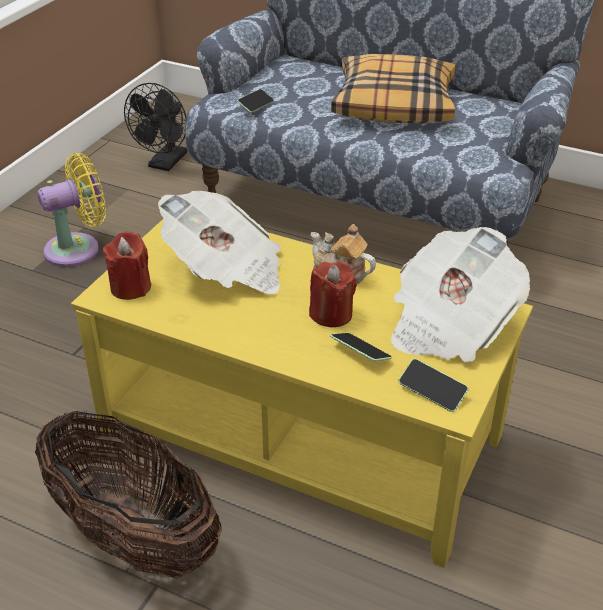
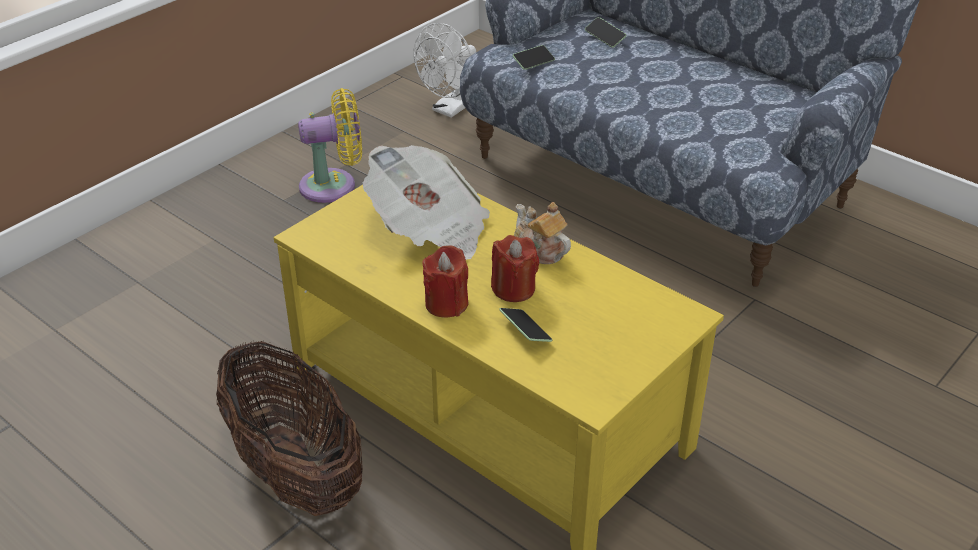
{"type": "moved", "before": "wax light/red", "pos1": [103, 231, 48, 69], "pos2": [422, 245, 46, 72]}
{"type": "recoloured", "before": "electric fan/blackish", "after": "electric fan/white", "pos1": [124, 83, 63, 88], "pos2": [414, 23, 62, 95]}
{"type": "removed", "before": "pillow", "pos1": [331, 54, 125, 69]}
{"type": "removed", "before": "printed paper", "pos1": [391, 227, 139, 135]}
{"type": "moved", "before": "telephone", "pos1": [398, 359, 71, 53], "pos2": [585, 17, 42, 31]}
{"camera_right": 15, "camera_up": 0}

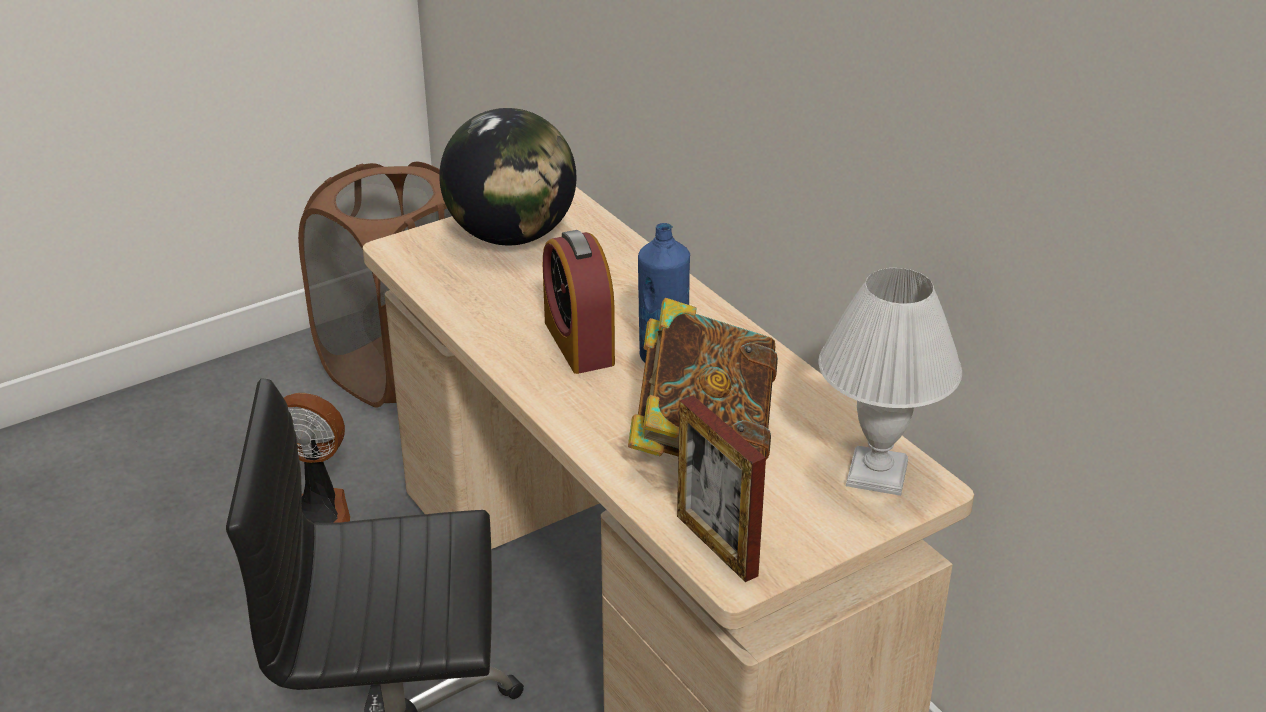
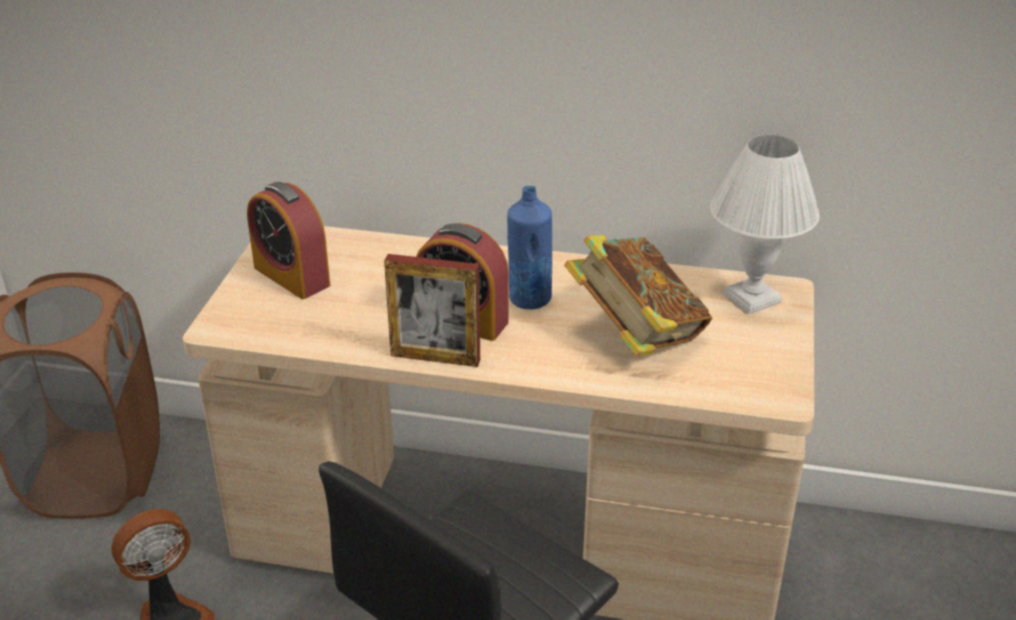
{"type": "replaced", "before": "globe", "after": "alarm clock", "pos1": [439, 108, 137, 137], "pos2": [247, 182, 83, 117]}
{"type": "moved", "before": "standing frame", "pos1": [677, 395, 89, 187], "pos2": [384, 254, 96, 113]}
{"camera_right": -45, "camera_up": 0}

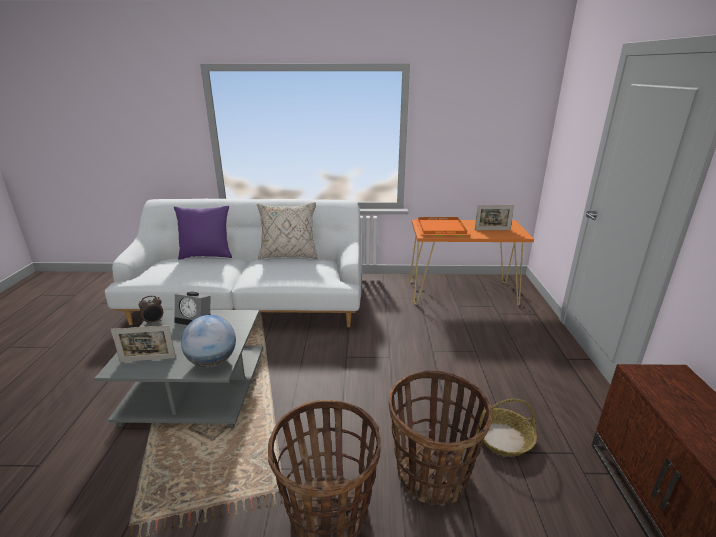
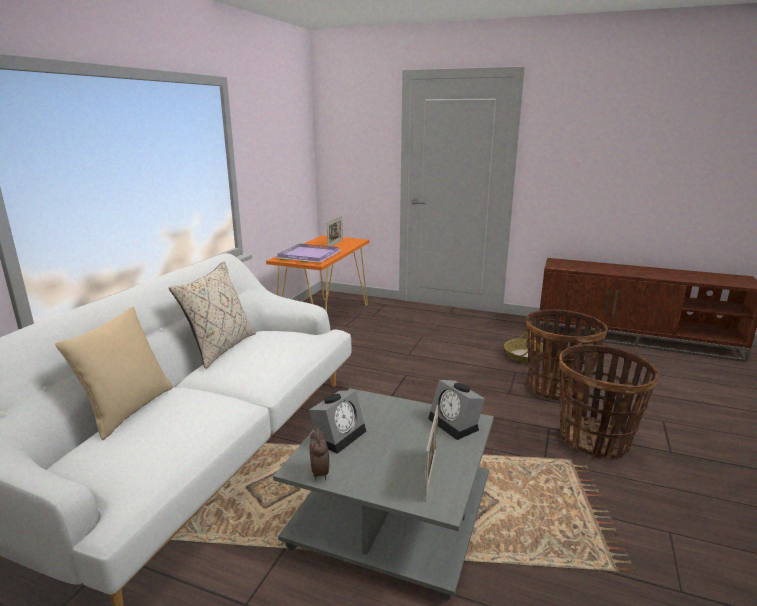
{"type": "recoloured", "before": "pillow/purple", "after": "pillow/beige-coloured", "pos1": [174, 206, 58, 54], "pos2": [55, 306, 118, 134]}
{"type": "replaced", "before": "globe", "after": "alarm clock", "pos1": [181, 315, 55, 53], "pos2": [428, 380, 57, 60]}
{"type": "recoloured", "before": "serving tray/orangey", "after": "serving tray/purple", "pos1": [415, 217, 55, 19], "pos2": [274, 244, 68, 19]}
{"camera_right": -70, "camera_up": -5}

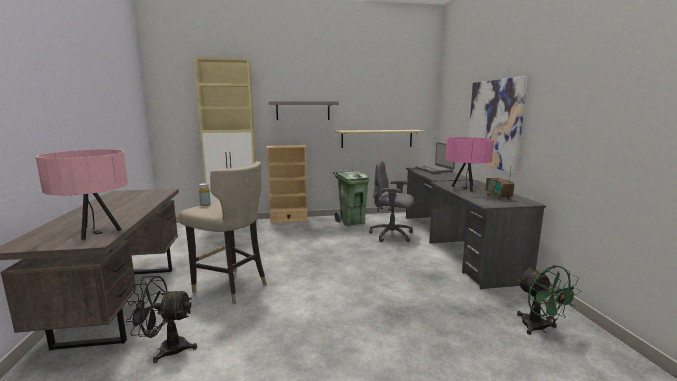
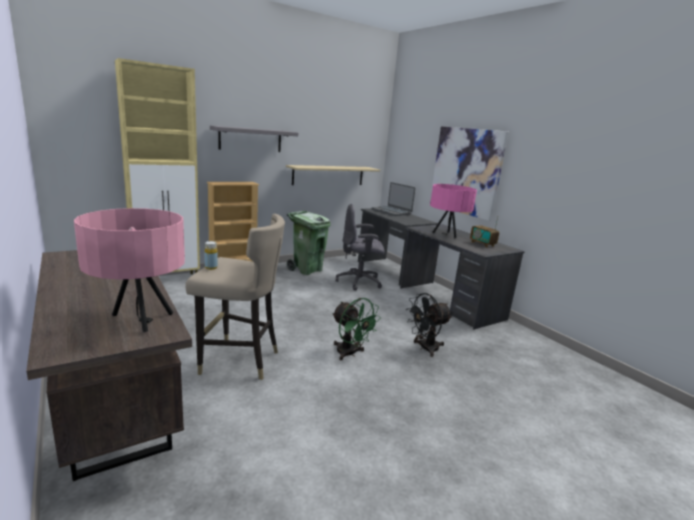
{"type": "moved", "before": "electric fan/blackish", "pos1": [126, 276, 71, 87], "pos2": [407, 293, 45, 64]}
{"type": "moved", "before": "electric fan/greenish", "pos1": [517, 265, 64, 70], "pos2": [332, 298, 49, 62]}
{"camera_right": -25, "camera_up": 5}

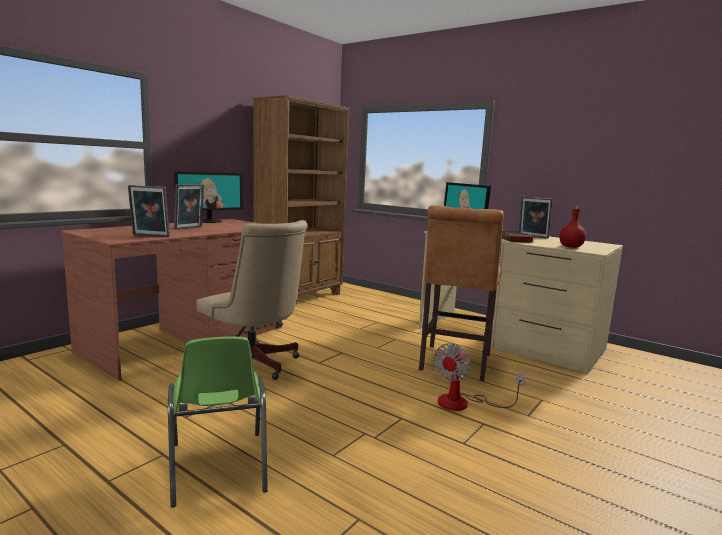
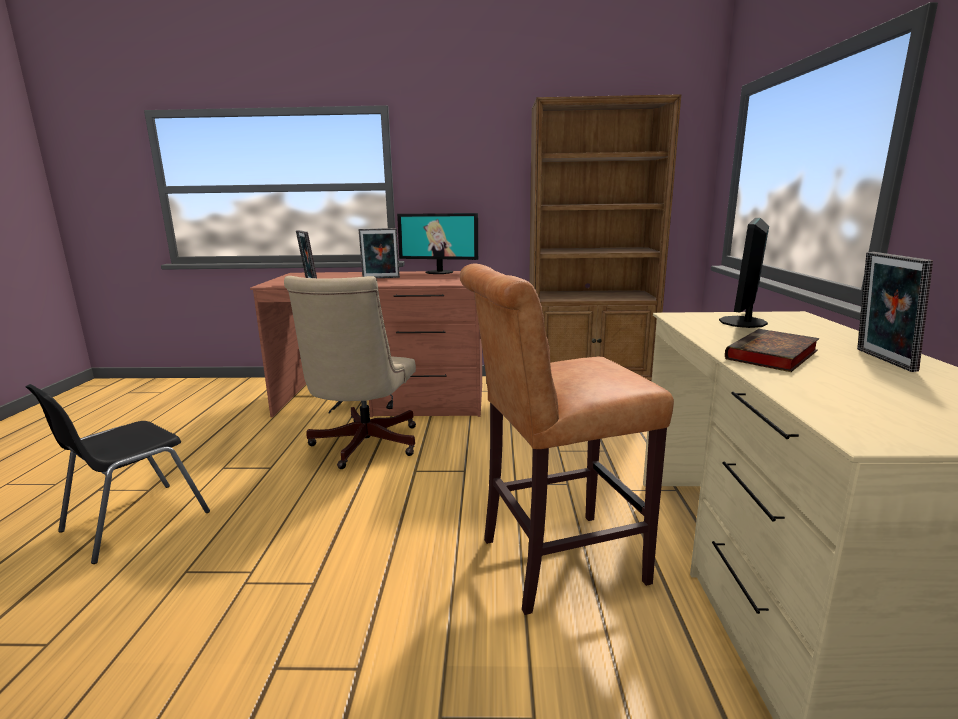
{"type": "recoloured", "before": "upright chair/greenish", "after": "upright chair/blackish", "pos1": [168, 337, 100, 171], "pos2": [25, 384, 185, 180]}
{"type": "removed", "before": "electric fan", "pos1": [434, 343, 91, 68]}
{"type": "removed", "before": "beverage bottle/red", "pos1": [559, 205, 27, 43]}
{"camera_right": 55, "camera_up": 5}

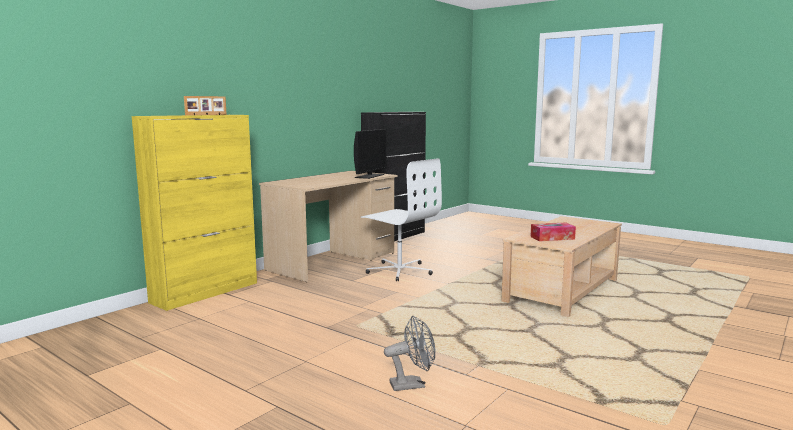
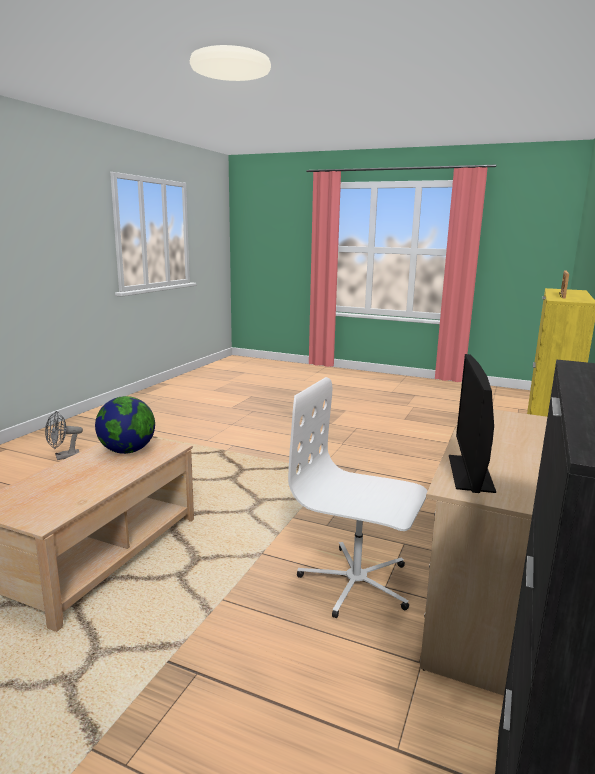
{"type": "moved", "before": "electric fan/gray", "pos1": [384, 316, 51, 75], "pos2": [45, 411, 38, 49]}
{"type": "replaced", "before": "tissue holder", "after": "globe", "pos1": [530, 222, 46, 19], "pos2": [95, 396, 60, 58]}
{"camera_right": 165, "camera_up": 5}

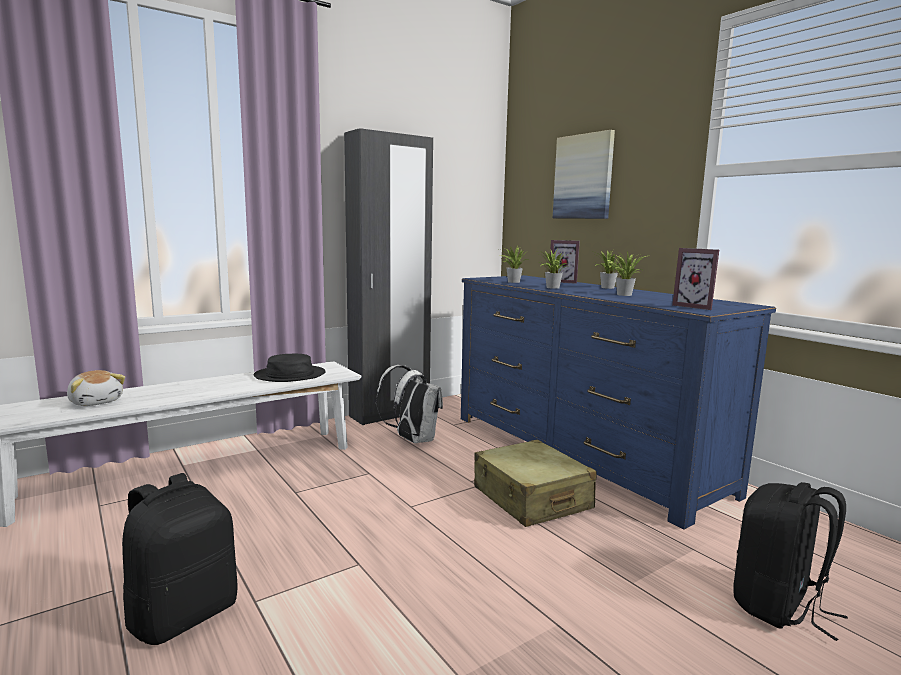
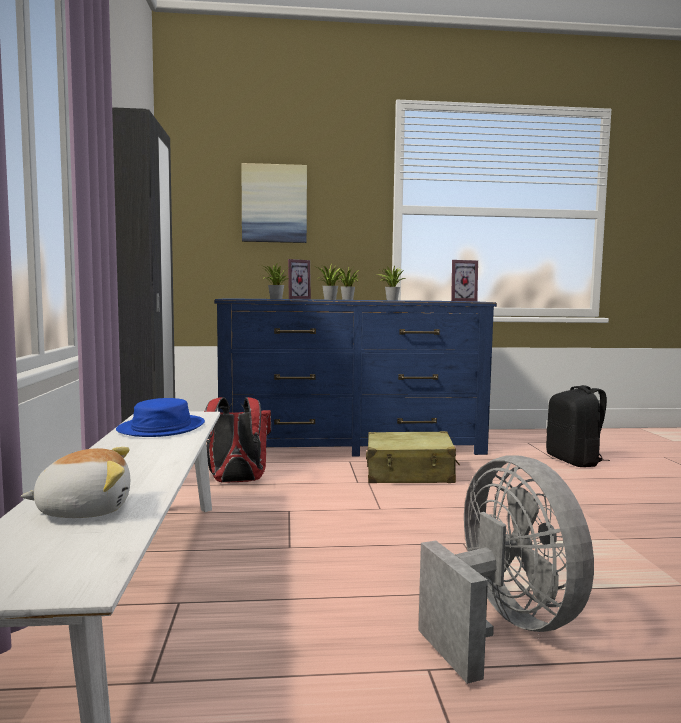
{"type": "replaced", "before": "backpack/blackish", "after": "electric fan/gray", "pos1": [122, 473, 115, 172], "pos2": [418, 455, 176, 229]}
{"type": "recoloured", "before": "hat/blackish", "after": "hat/bluish", "pos1": [254, 354, 72, 28], "pos2": [116, 398, 89, 39]}
{"type": "recoloured", "before": "backpack/white", "after": "backpack/red", "pos1": [376, 365, 67, 78], "pos2": [204, 397, 67, 86]}
{"camera_right": -60, "camera_up": -5}

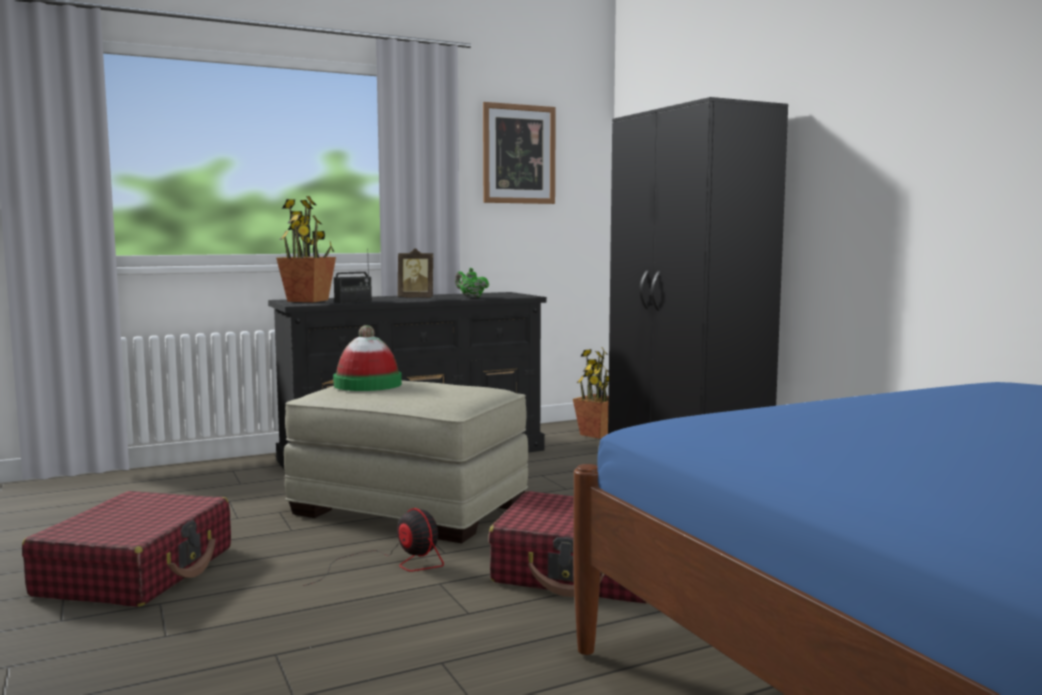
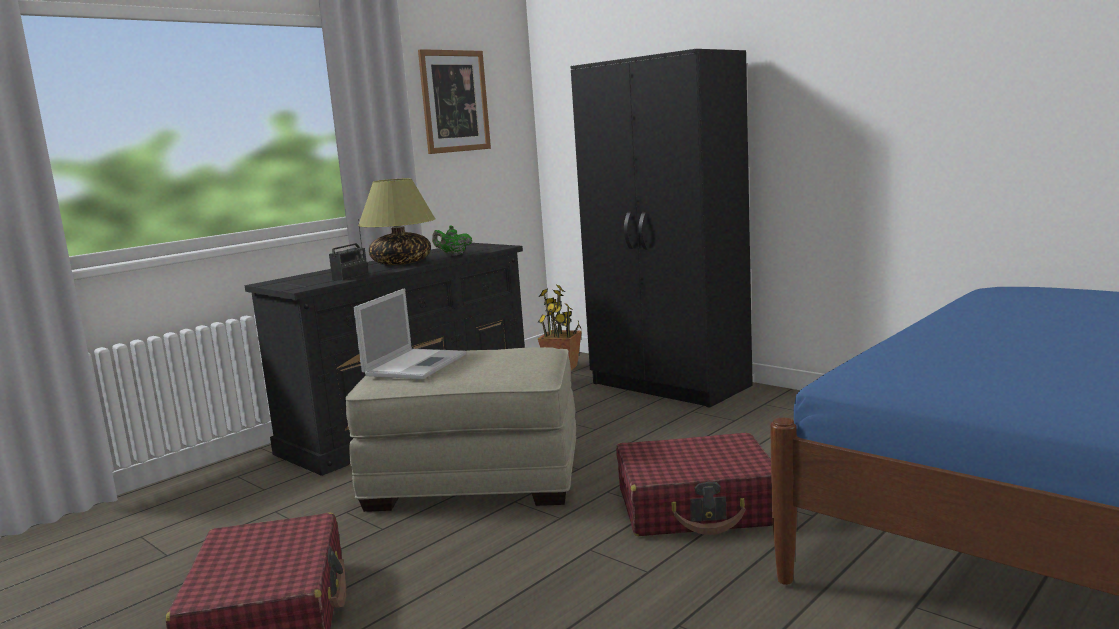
{"type": "removed", "before": "houseplant", "pos1": [276, 196, 60, 106]}
{"type": "removed", "before": "electric fan", "pos1": [303, 508, 141, 78]}
{"type": "replaced", "before": "hat", "after": "notebook computer", "pos1": [333, 325, 69, 66], "pos2": [354, 288, 112, 91]}
{"type": "replaced", "before": "standing frame", "after": "lamp for a table", "pos1": [398, 248, 35, 50], "pos2": [358, 178, 78, 87]}
{"camera_right": -20, "camera_up": 5}

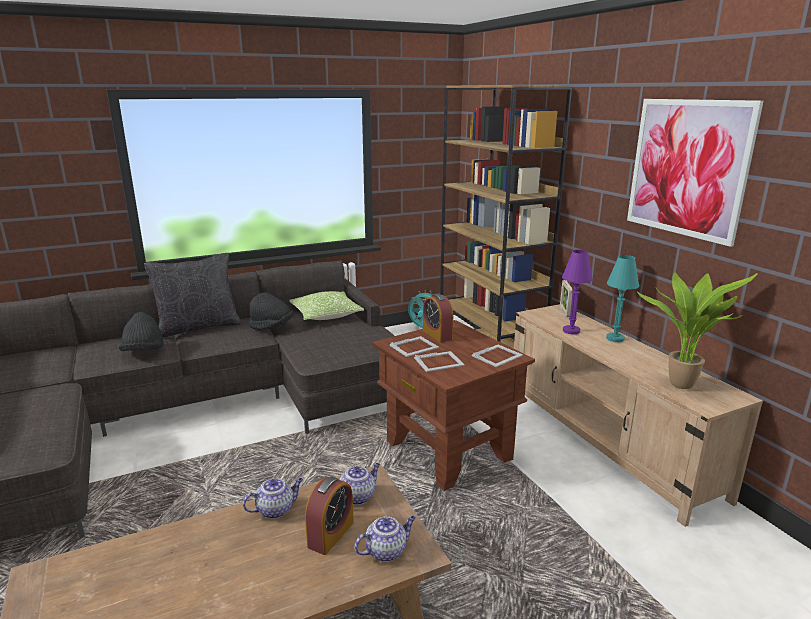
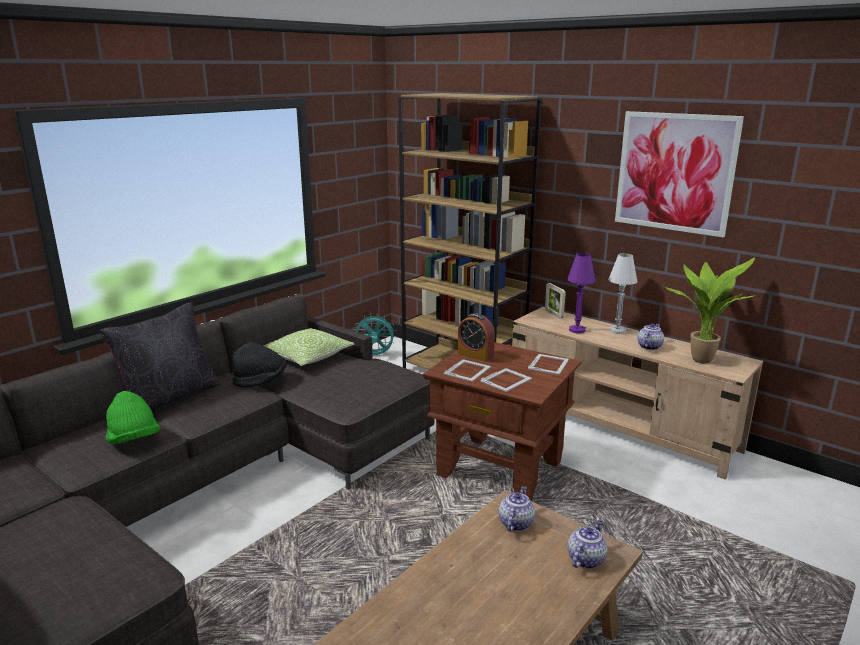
{"type": "recoloured", "before": "hat/blackish", "after": "hat/greenish", "pos1": [119, 312, 45, 39], "pos2": [106, 391, 54, 53]}
{"type": "moved", "before": "teapot", "pos1": [243, 478, 60, 41], "pos2": [637, 324, 27, 26]}
{"type": "removed", "before": "alarm clock", "pos1": [305, 476, 49, 79]}
{"type": "recoloured", "before": "lamp for a table/turquoise-coloured", "after": "lamp for a table/white", "pos1": [606, 255, 33, 87], "pos2": [608, 253, 30, 81]}
{"camera_right": -25, "camera_up": 0}

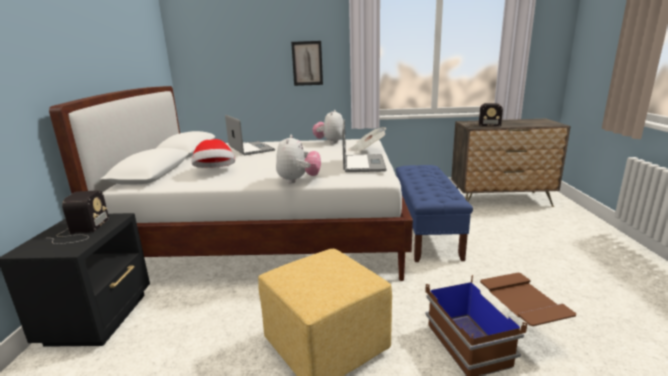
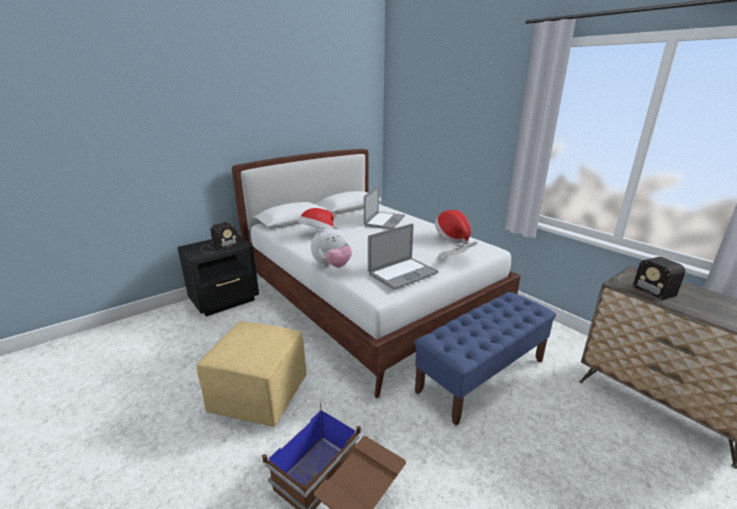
{"type": "removed", "before": "wall picture", "pos1": [291, 41, 32, 45]}
{"type": "replaced", "before": "cuddly toy", "after": "hat", "pos1": [313, 110, 30, 34], "pos2": [435, 210, 36, 34]}
{"camera_right": 50, "camera_up": 5}

